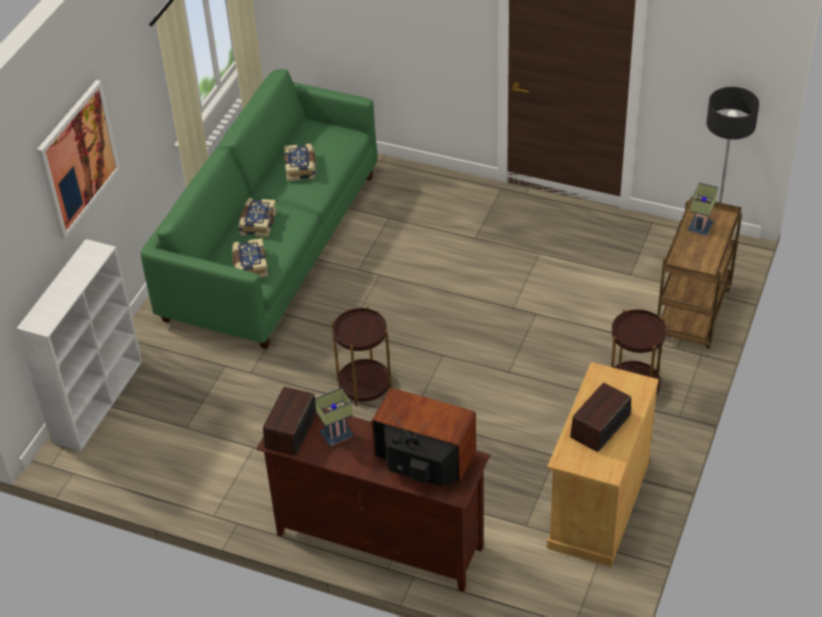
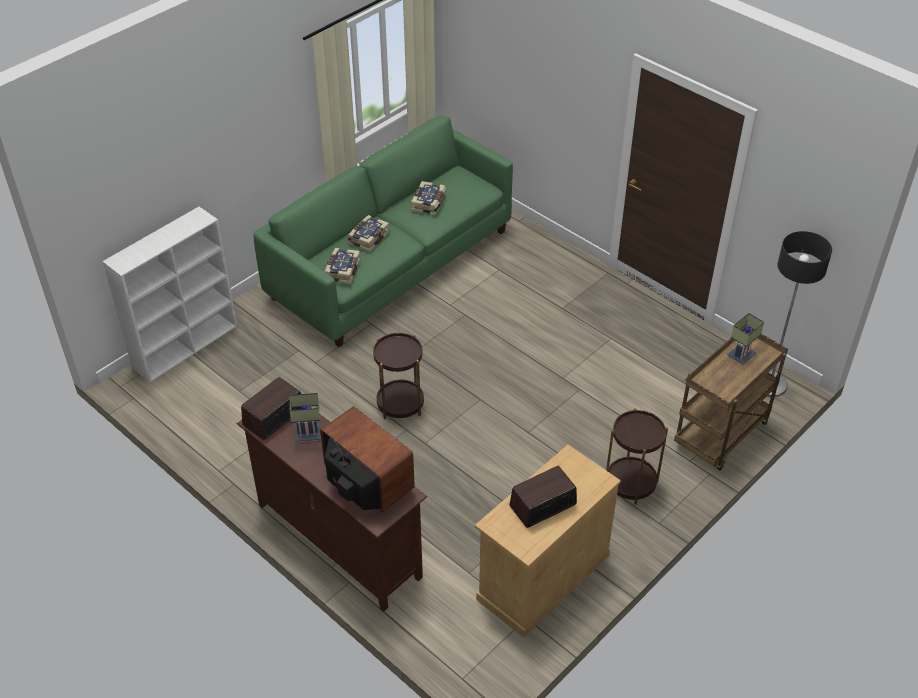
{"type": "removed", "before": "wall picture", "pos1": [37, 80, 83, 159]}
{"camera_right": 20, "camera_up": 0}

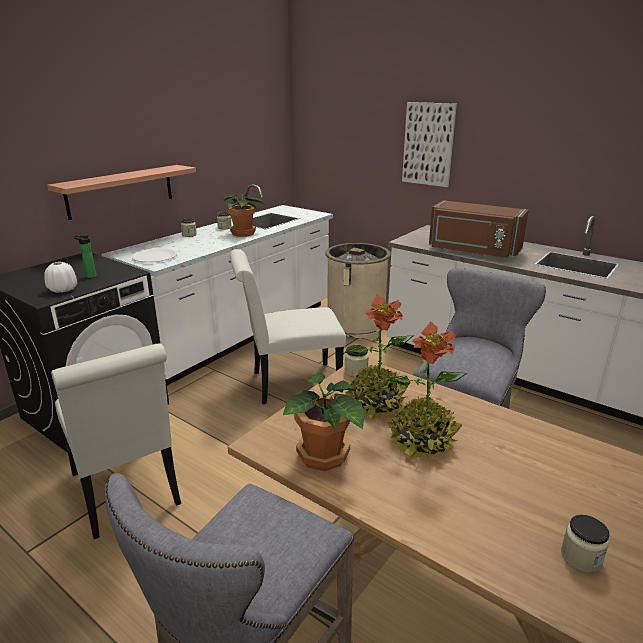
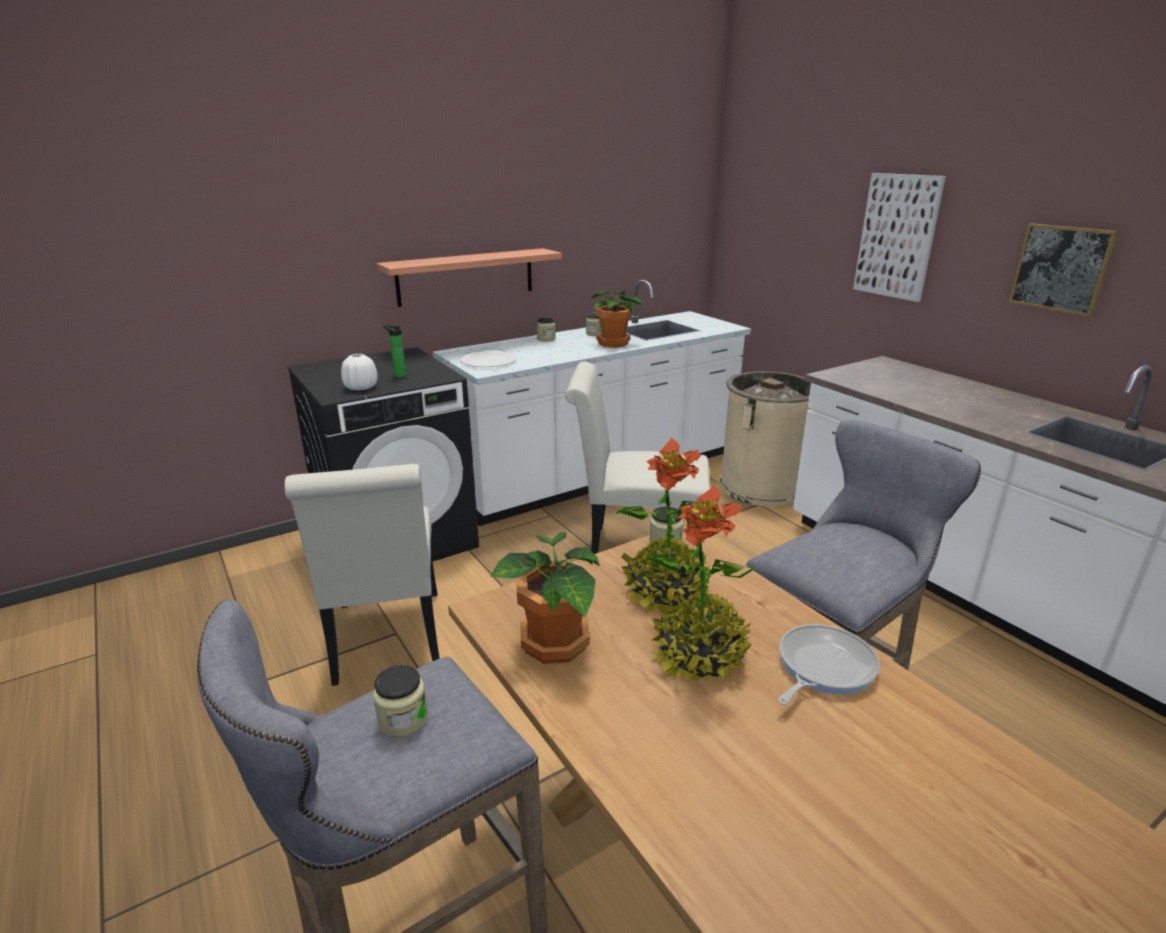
{"type": "removed", "before": "microwave oven/brown-coloured", "pos1": [429, 200, 100, 59]}
{"type": "moved", "before": "preserve jar", "pos1": [561, 515, 49, 58], "pos2": [373, 665, 54, 72]}
{"type": "added", "after": "skillet", "pos2": [778, 624, 102, 81]}
{"type": "added", "after": "wall picture", "pos2": [1008, 223, 111, 94]}
{"camera_right": 20, "camera_up": 0}

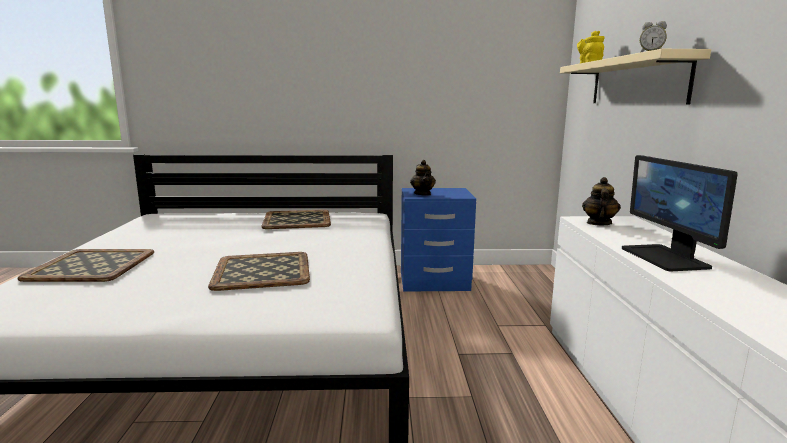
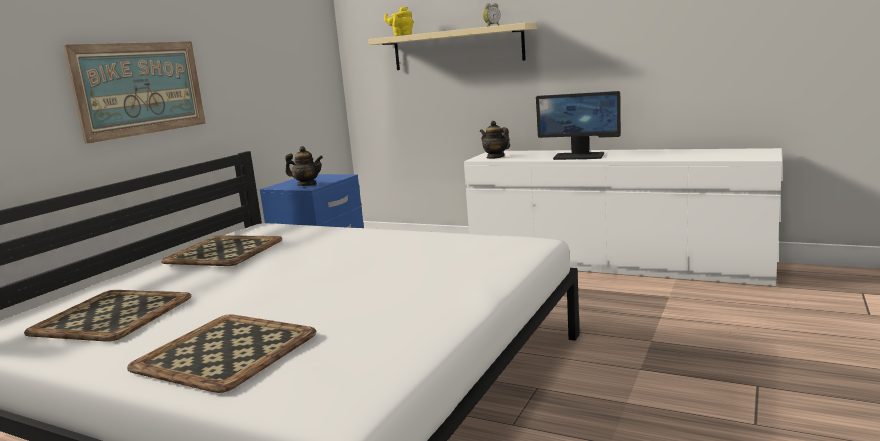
{"type": "moved", "before": "serving tray", "pos1": [208, 252, 102, 39], "pos2": [24, 290, 167, 52]}
{"type": "added", "after": "wall picture", "pos2": [63, 42, 143, 102]}
{"camera_right": -60, "camera_up": 0}

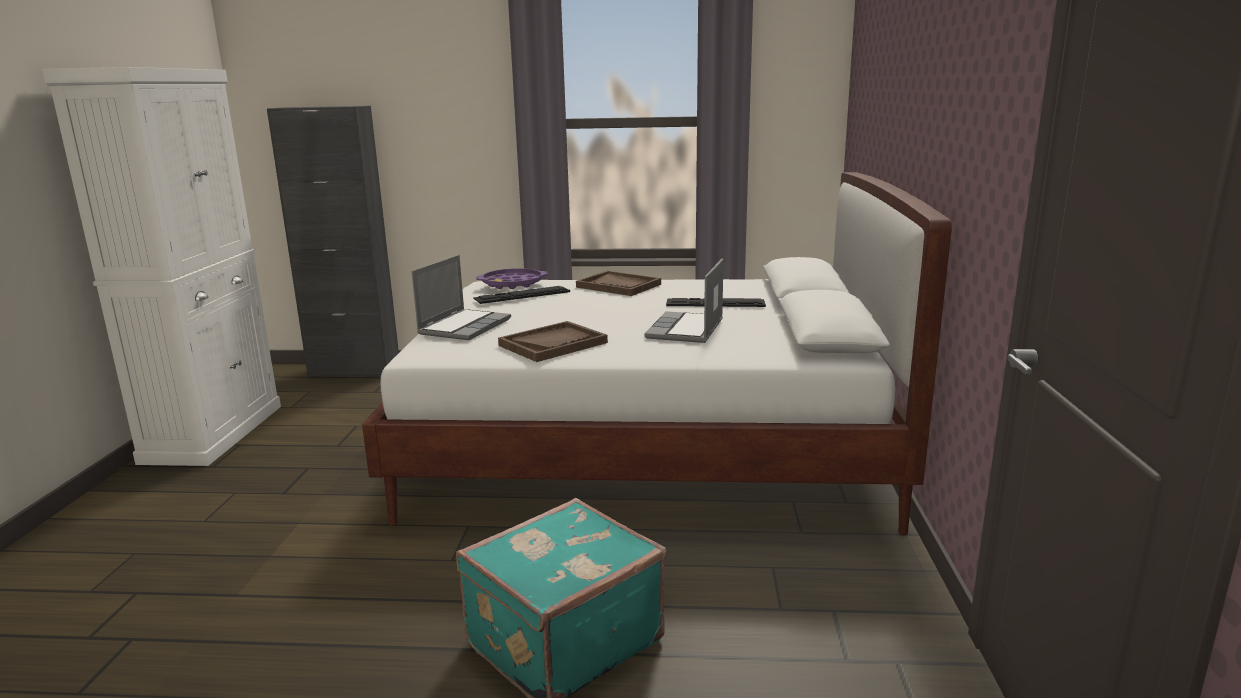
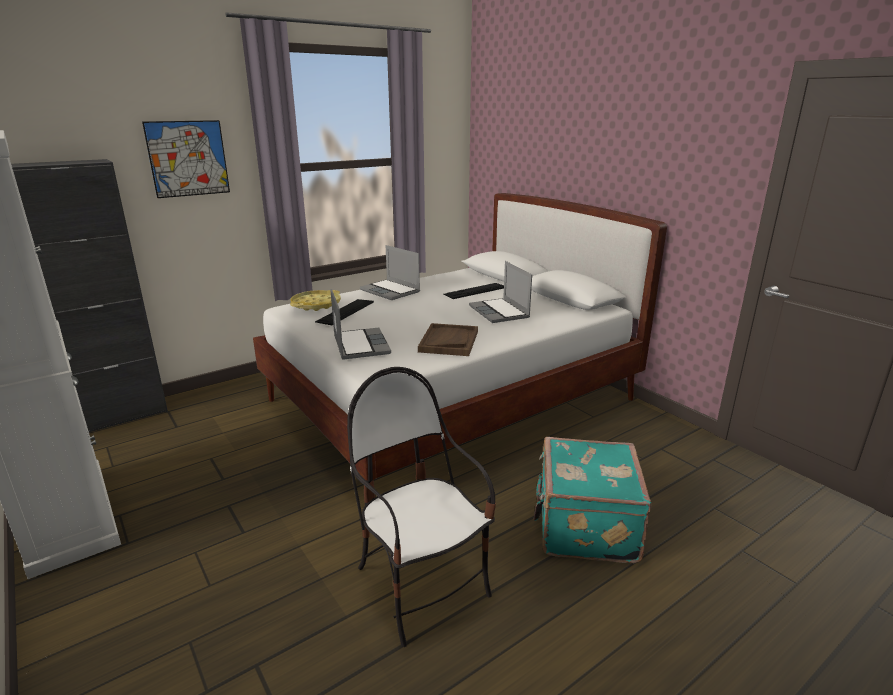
{"type": "recoloured", "before": "serving tray/purple", "after": "serving tray/yellow", "pos1": [476, 268, 72, 21], "pos2": [290, 290, 51, 21]}
{"type": "replaced", "before": "serving tray/brown-coloured", "after": "notebook computer", "pos1": [576, 271, 85, 25], "pos2": [360, 245, 60, 55]}
{"type": "added", "after": "wall picture", "pos2": [142, 120, 88, 78]}
{"type": "added", "after": "upright chair", "pos2": [347, 367, 149, 280]}
{"camera_right": -40, "camera_up": 5}

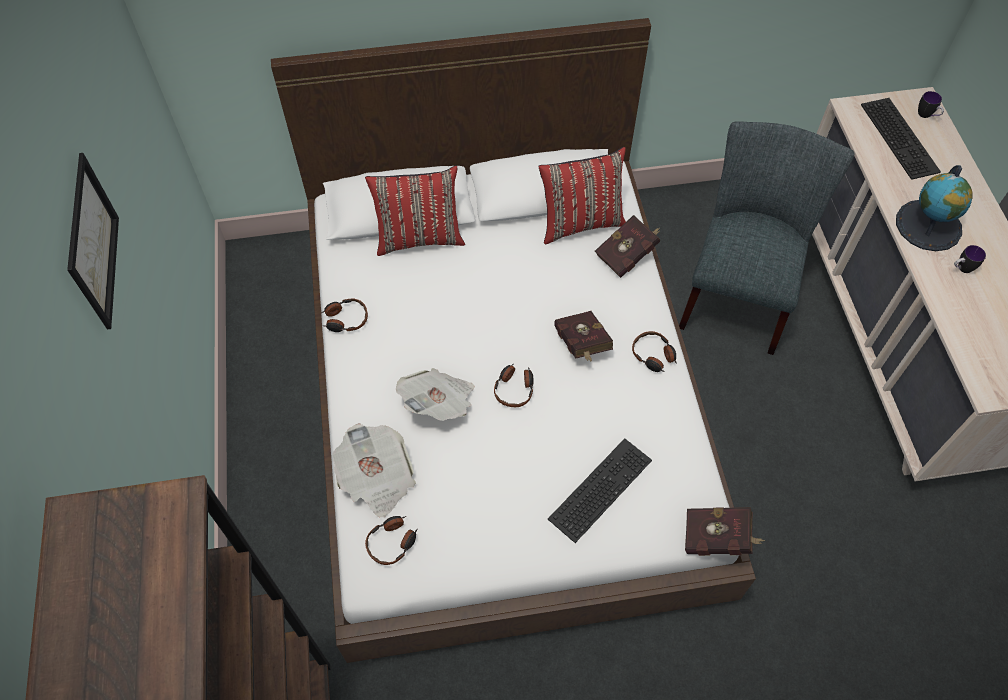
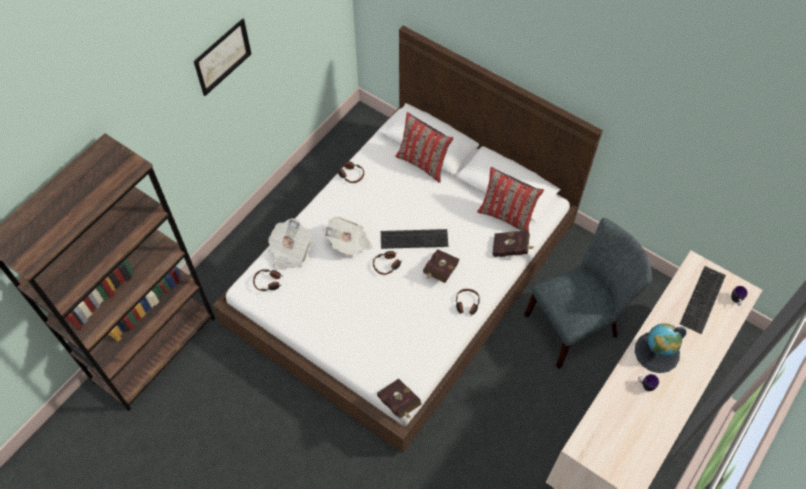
{"type": "moved", "before": "computer keyboard", "pos1": [548, 438, 104, 105], "pos2": [381, 229, 67, 20]}
{"camera_right": 45, "camera_up": 0}

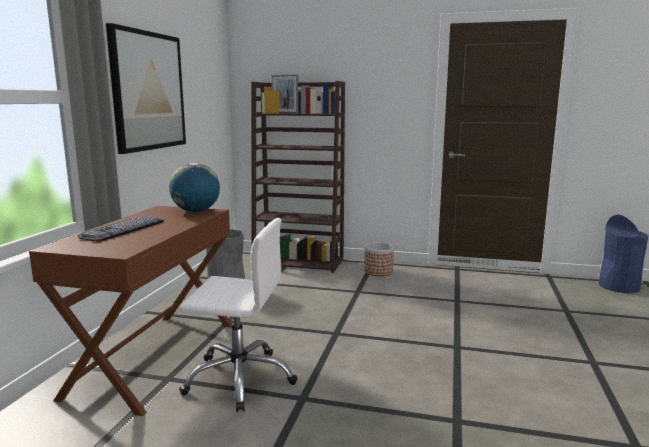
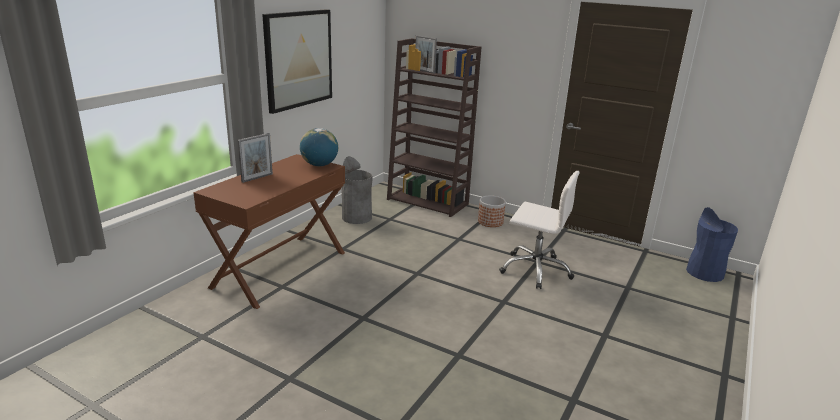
{"type": "replaced", "before": "computer keyboard", "after": "standing frame", "pos1": [78, 216, 86, 26], "pos2": [238, 133, 35, 50]}
{"type": "moved", "before": "computer chair/white", "pos1": [179, 218, 119, 194], "pos2": [499, 171, 80, 118]}
{"camera_right": 15, "camera_up": 10}

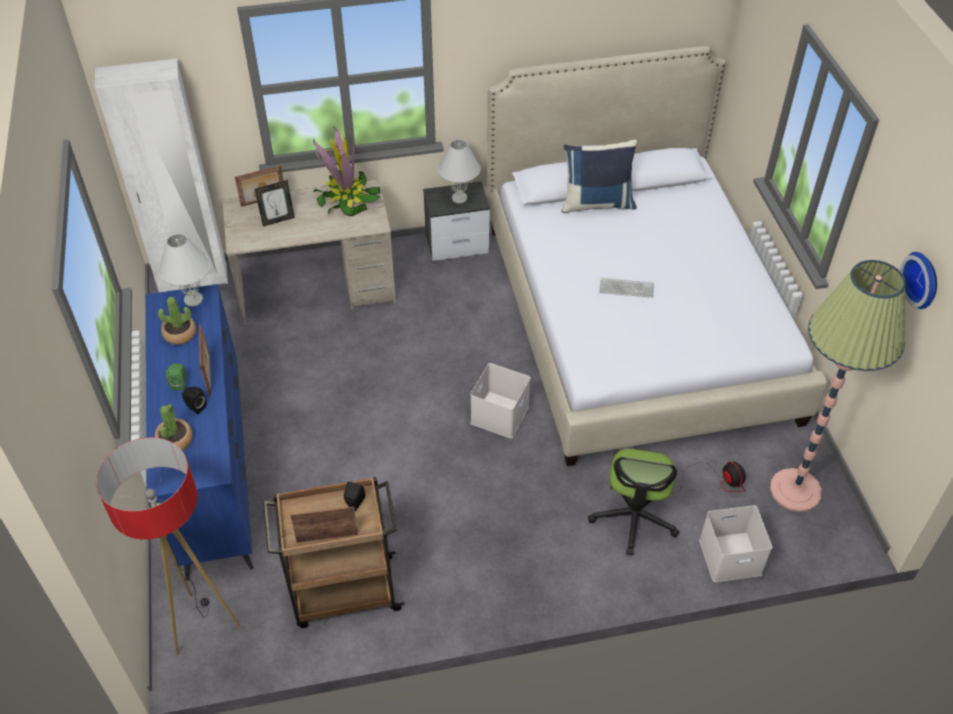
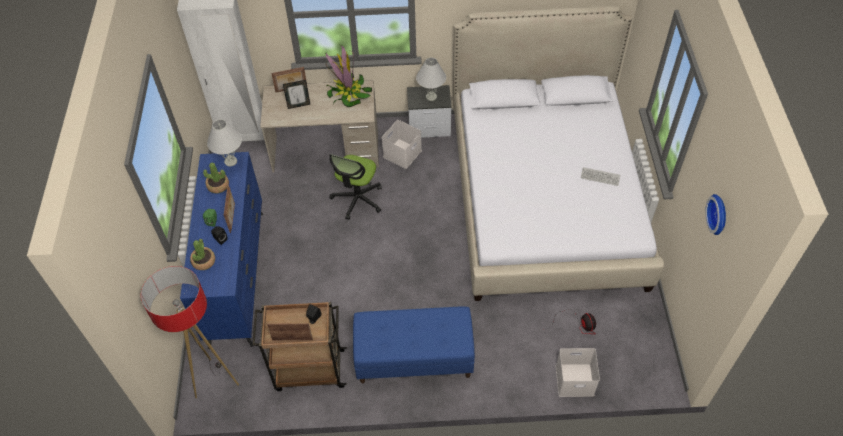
{"type": "moved", "before": "storage box/white", "pos1": [471, 363, 60, 75], "pos2": [381, 120, 41, 49]}
{"type": "removed", "before": "pillow/bluish", "pos1": [561, 140, 76, 73]}
{"type": "moved", "before": "computer chair", "pos1": [588, 449, 91, 107], "pos2": [329, 154, 53, 66]}
{"type": "moved", "before": "computer keyboard", "pos1": [599, 278, 55, 20], "pos2": [581, 167, 39, 19]}
{"type": "removed", "before": "floor lamp", "pos1": [770, 260, 136, 252]}
{"type": "added", "after": "indoor bench/bluish", "pos2": [353, 307, 122, 76]}
{"camera_right": 10, "camera_up": 5}

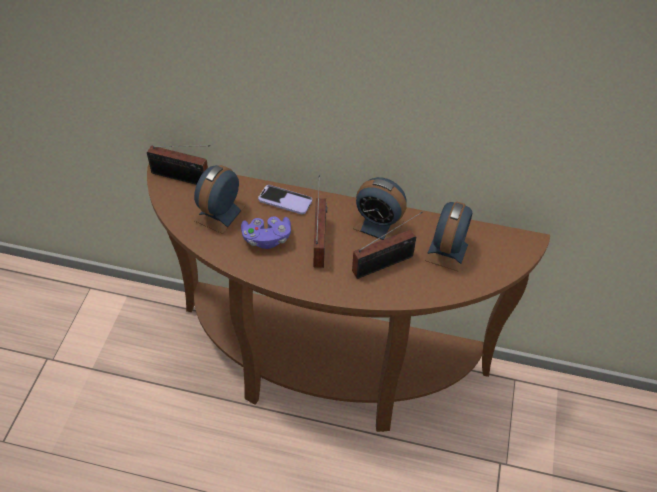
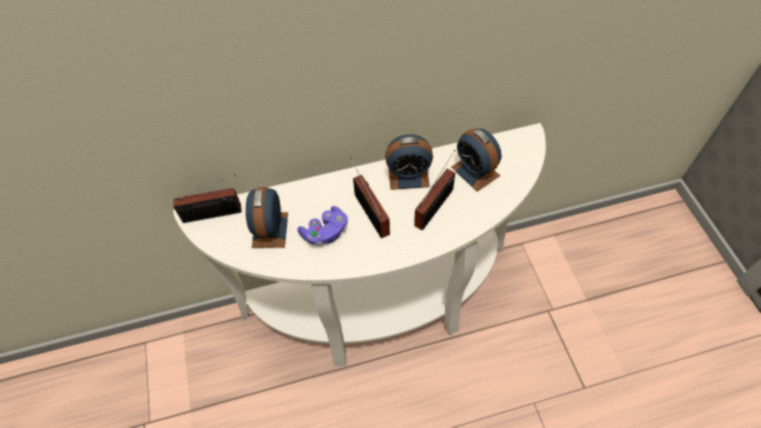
{"type": "recoloured", "before": "hall table/brown-coloured", "after": "hall table/white", "pos1": [147, 164, 403, 268], "pos2": [173, 123, 373, 243]}
{"type": "removed", "before": "telephone", "pos1": [258, 185, 54, 29]}
{"type": "turned", "before": "alarm clock", "pos1": [425, 202, 47, 70], "pos2": [451, 128, 51, 64], "turn": 150}
{"camera_right": -25, "camera_up": 5}

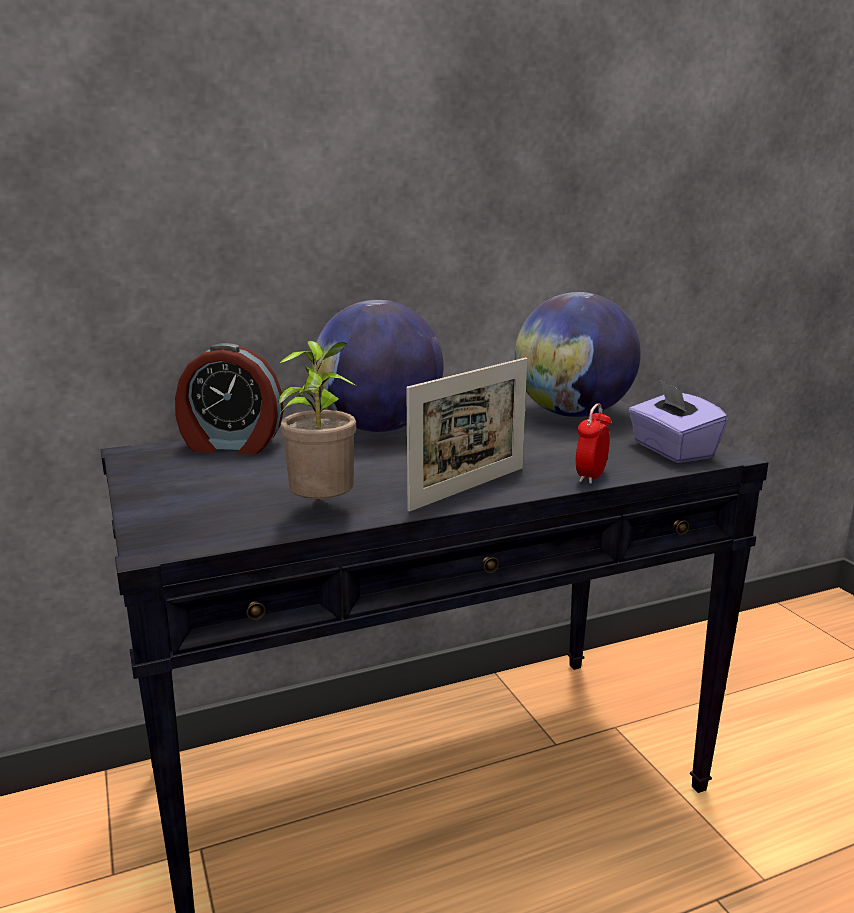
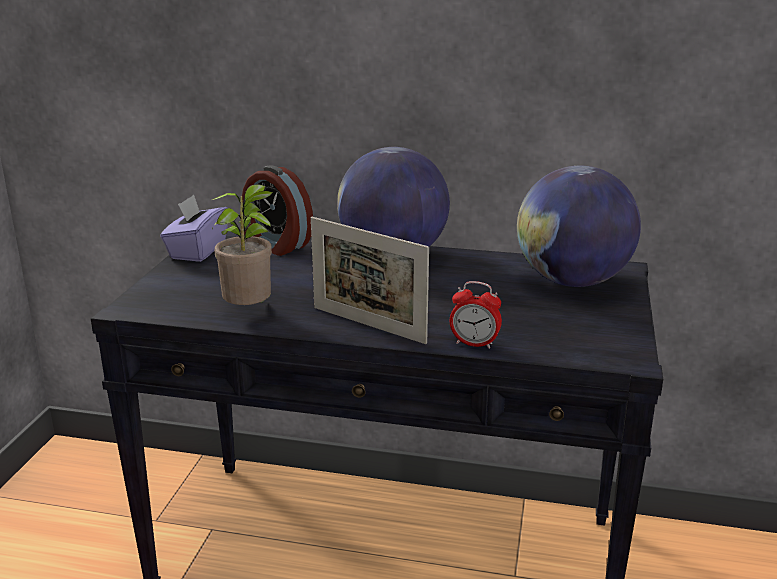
{"type": "turned", "before": "standing frame", "pos1": [406, 358, 121, 154], "pos2": [311, 217, 118, 127], "turn": 45}
{"type": "turned", "before": "alarm clock", "pos1": [576, 403, 35, 81], "pos2": [450, 281, 52, 68], "turn": -135}
{"type": "moved", "before": "tissue holder/purple", "pos1": [628, 380, 100, 83], "pos2": [160, 195, 68, 67]}
{"camera_right": 35, "camera_up": 5}

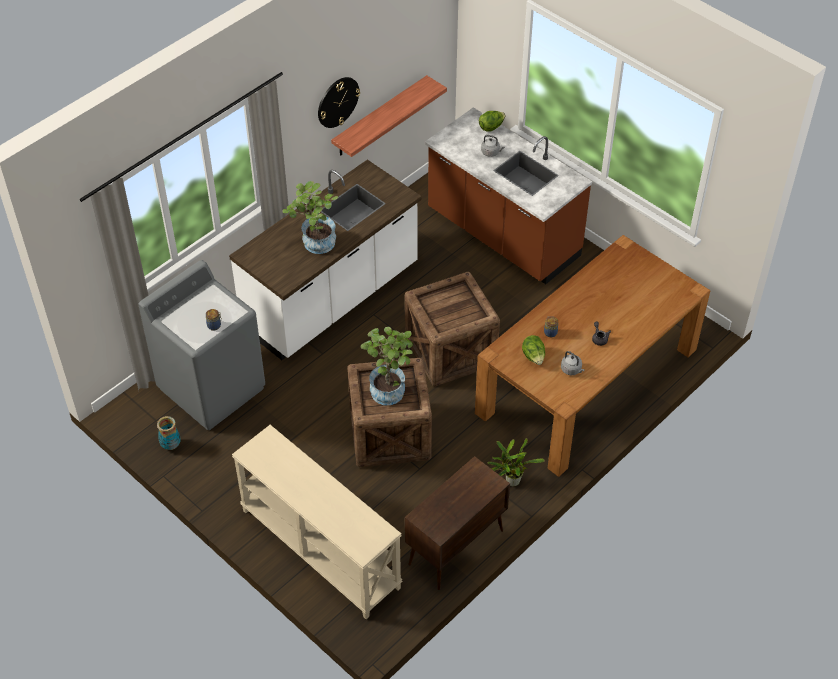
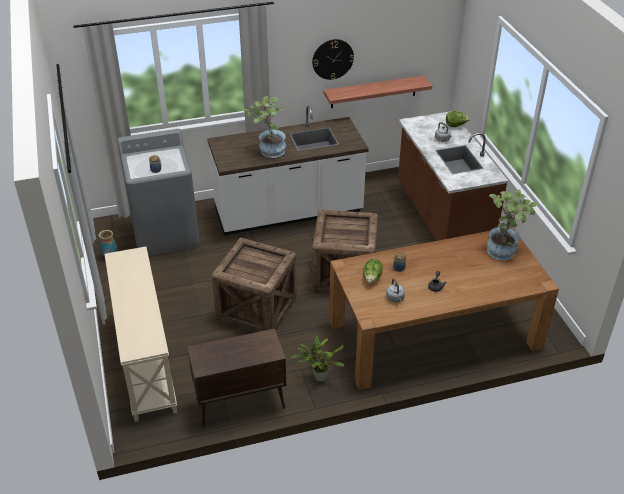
{"type": "moved", "before": "houseplant", "pos1": [361, 327, 52, 78], "pos2": [487, 190, 50, 70]}
{"camera_right": 30, "camera_up": -10}

